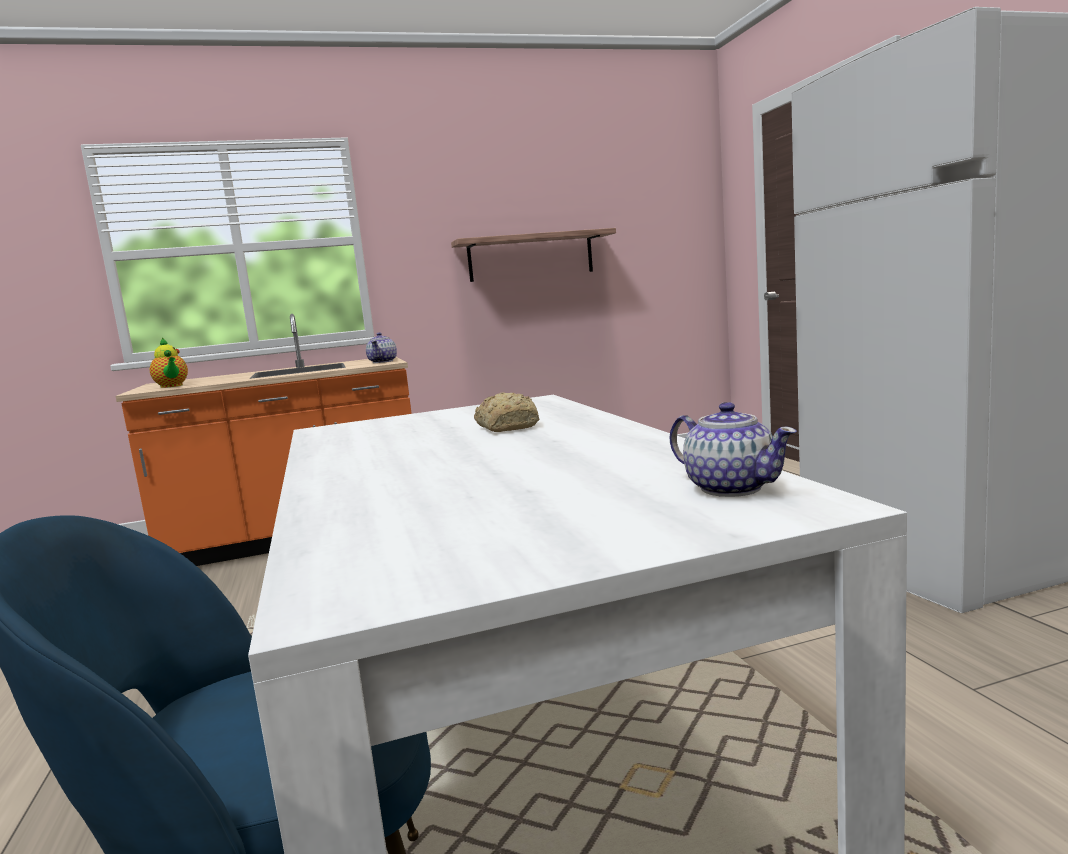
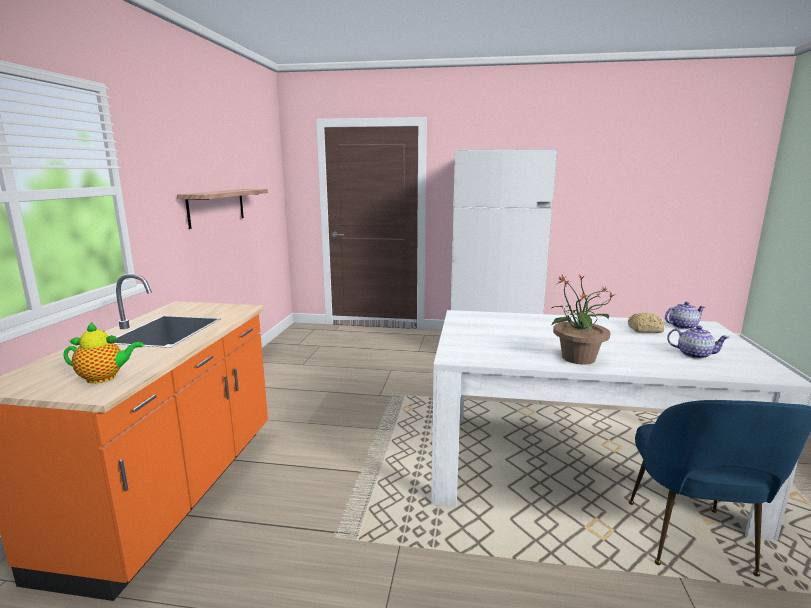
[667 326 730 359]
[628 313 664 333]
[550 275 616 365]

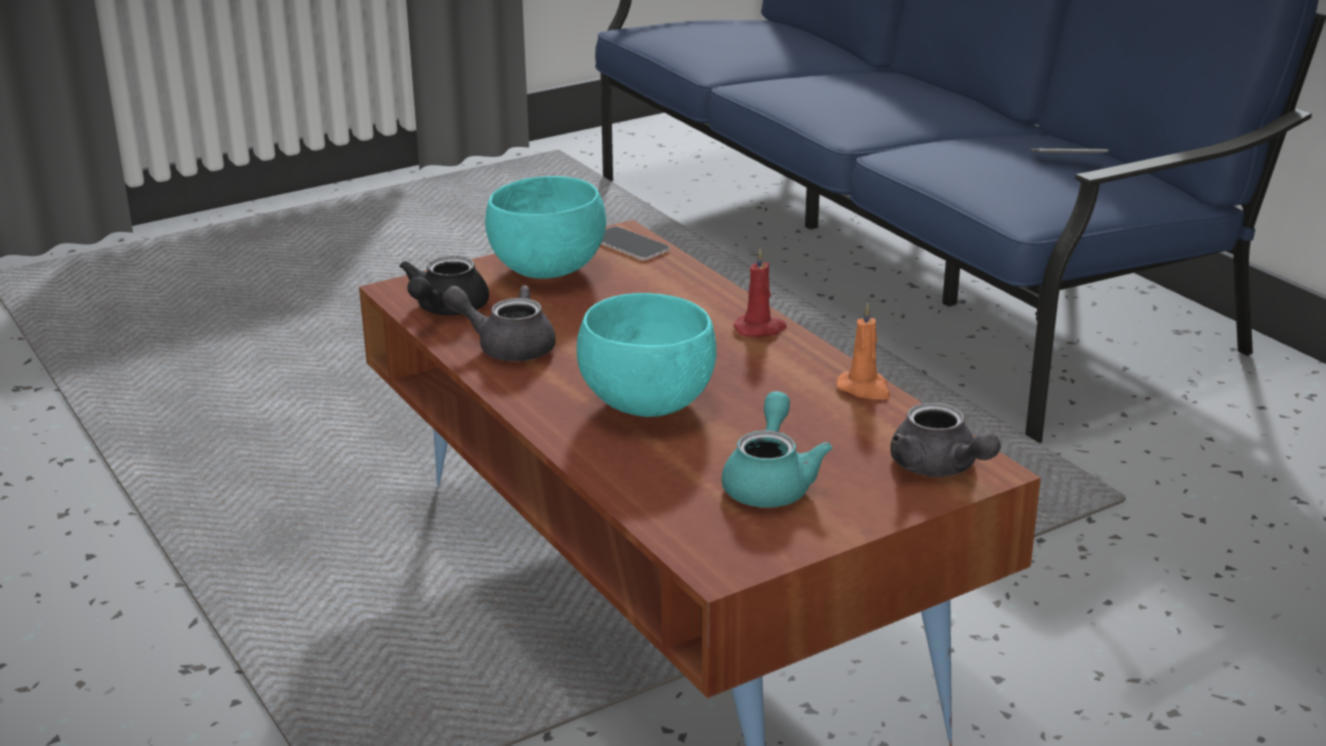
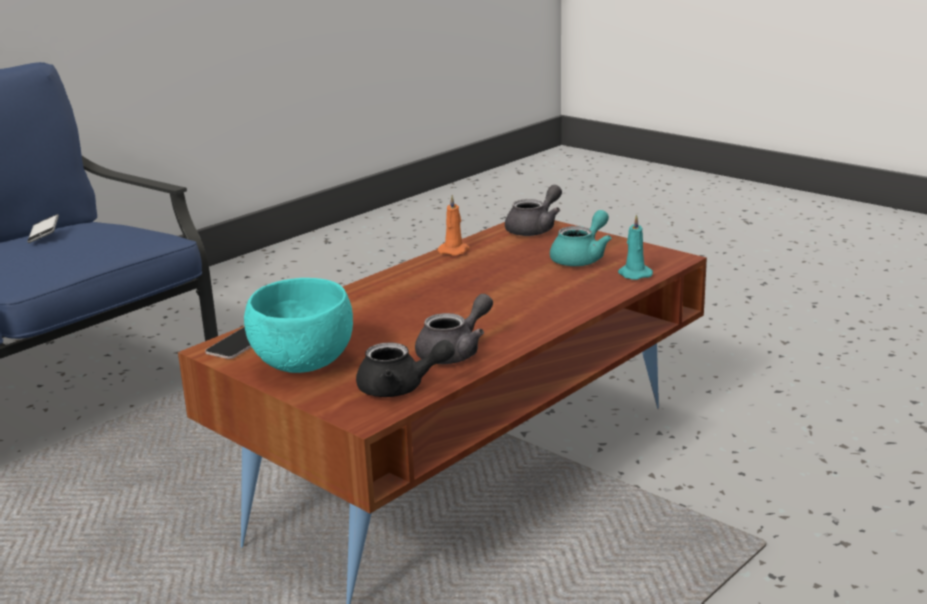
[733 248 787 337] (first image)
[415 294 493 364]
[577 293 716 417] (first image)
[550 210 611 266]
[618 214 653 280]

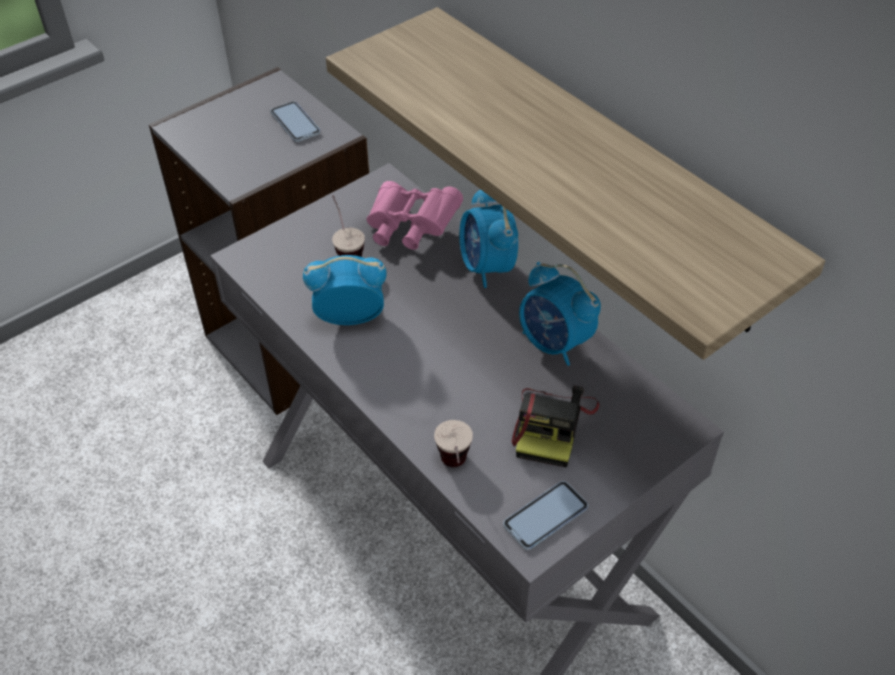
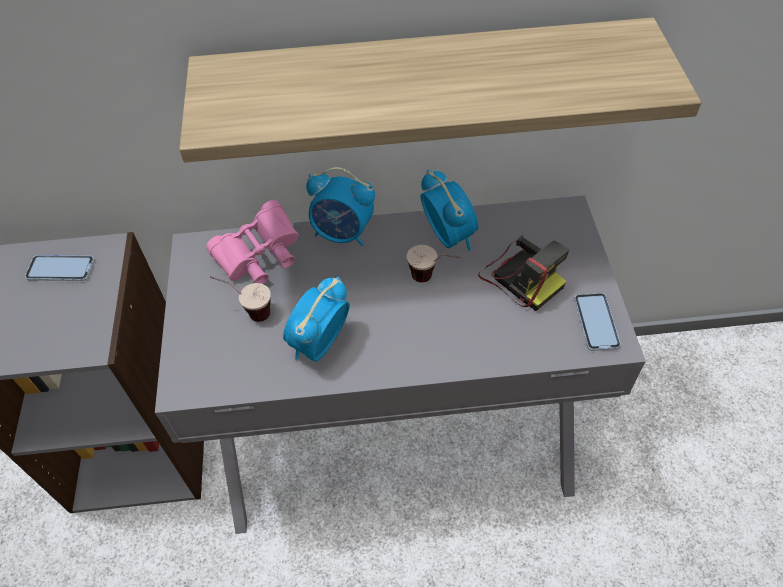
[421 169 478 251]
[407 245 461 283]

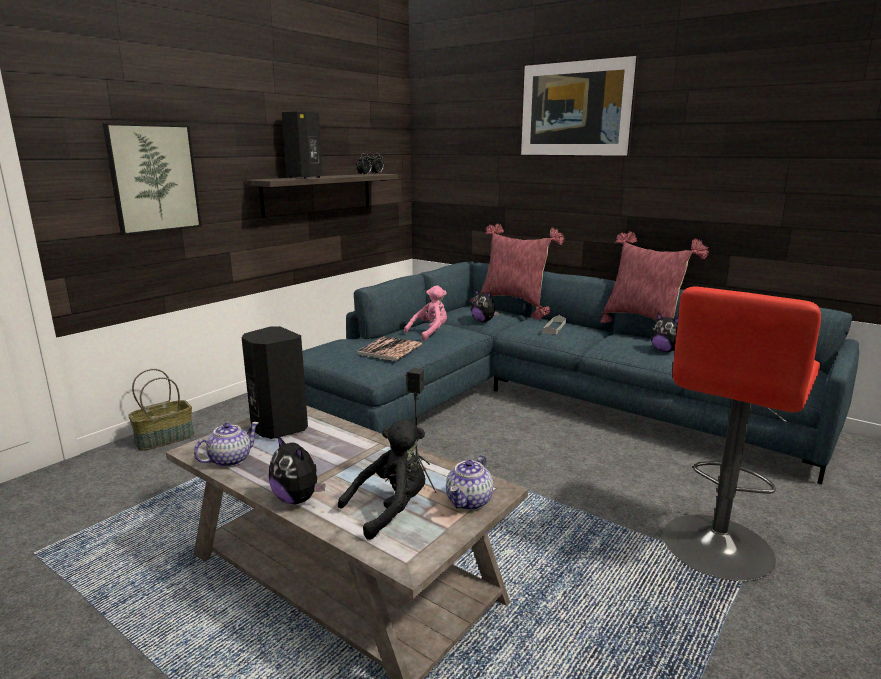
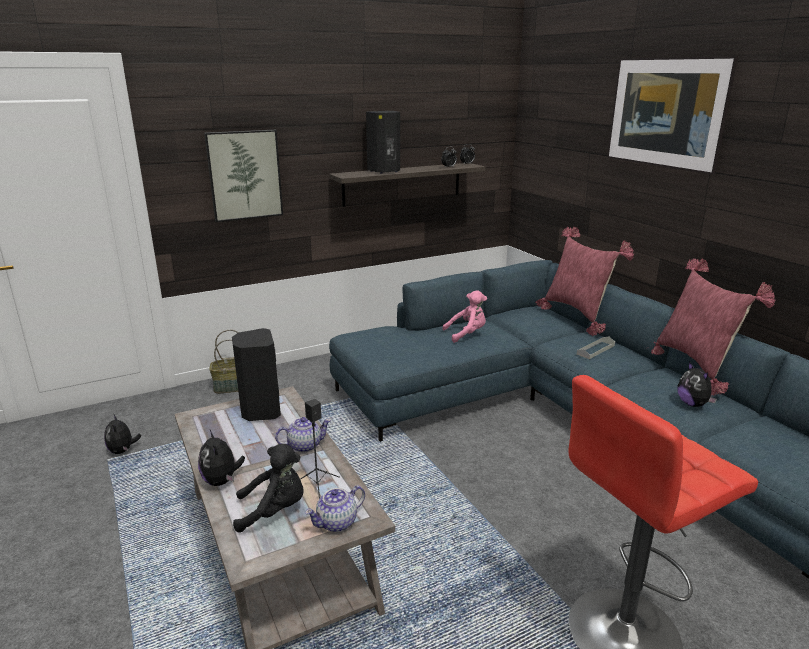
[104 415 141 454]
[357 336 422 361] (first image)
[275 417 331 453]

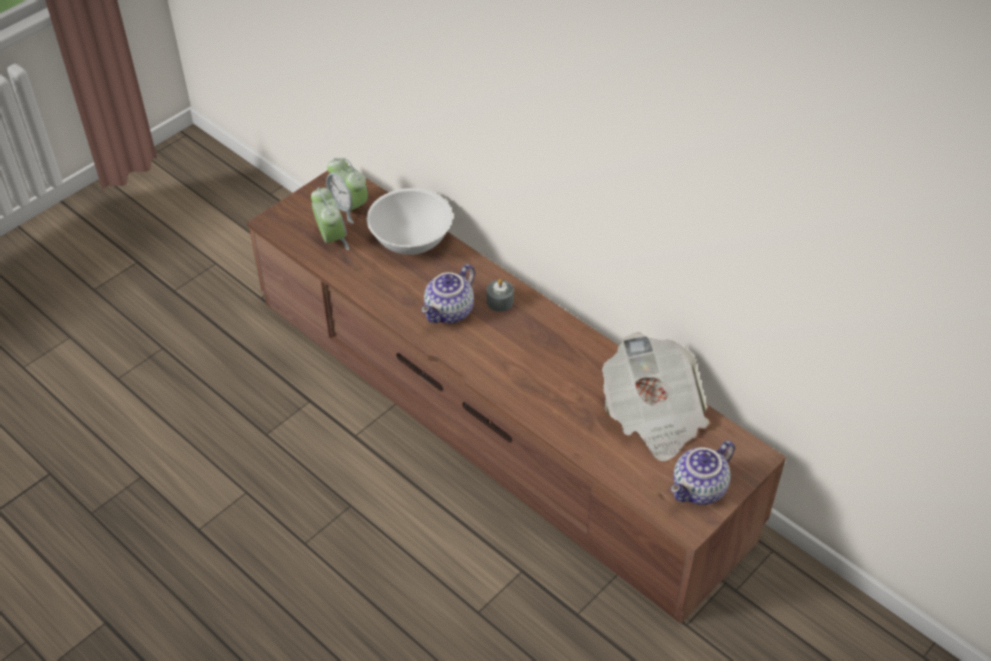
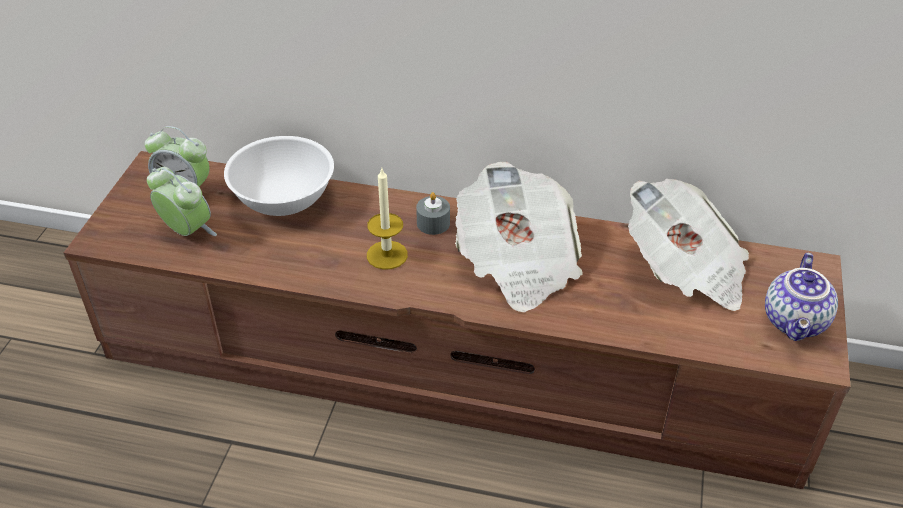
[367 168 408 270]
[455 162 582 313]

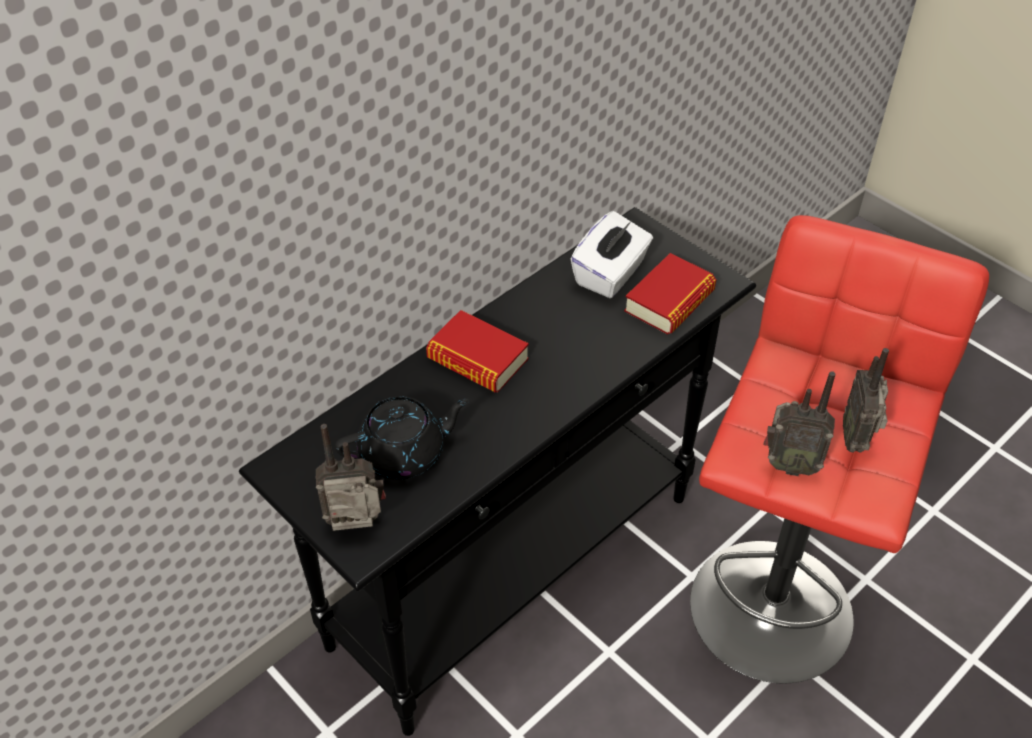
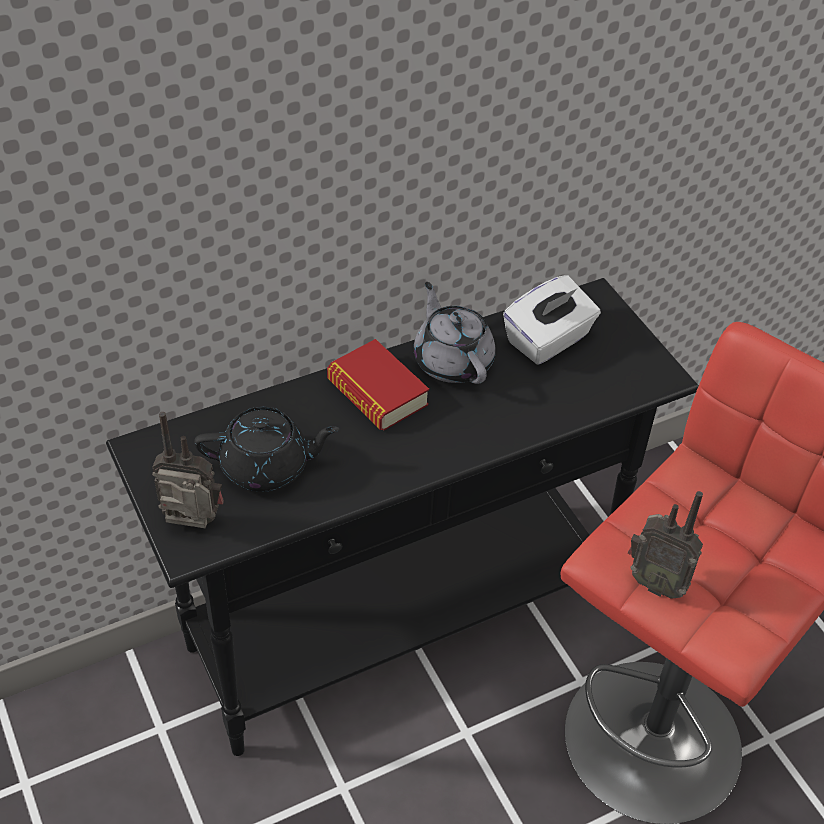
[624 253 717 335] (first image)
[843 348 889 453] (first image)
[414 282 496 384]

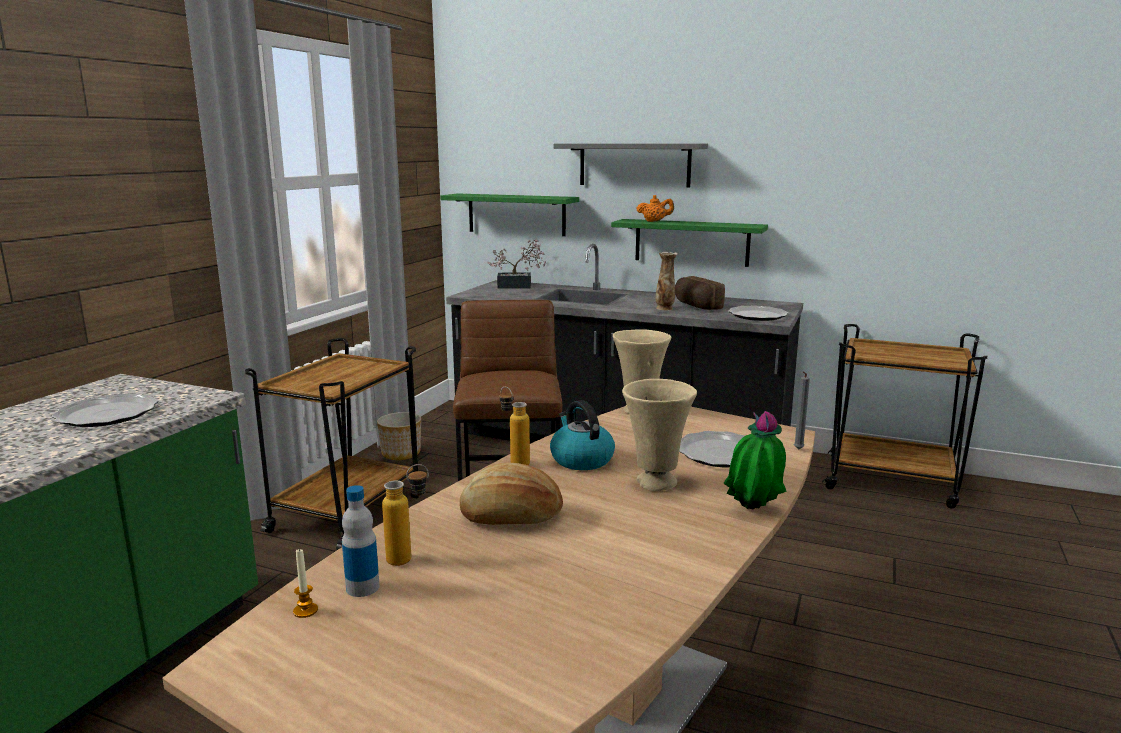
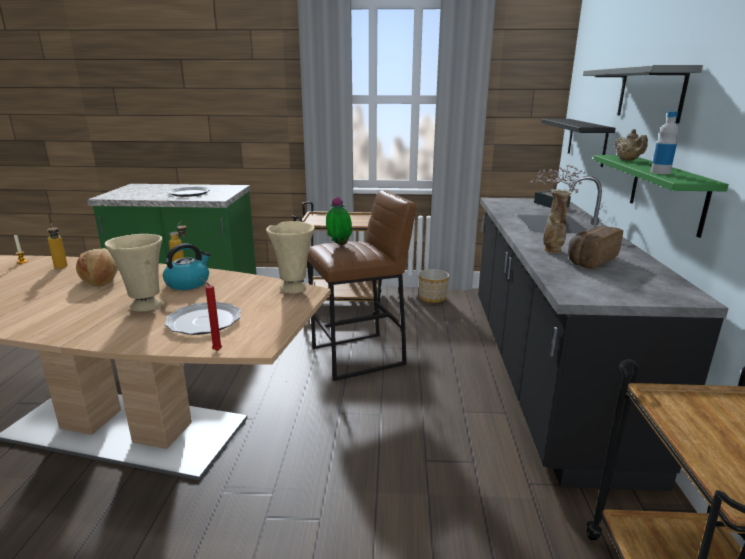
[541 119 616 167]
[614 129 648 160]
[728 305 788 321] (first image)
[201 278 222 351]
[326 196 352 245]
[651 111 678 174]

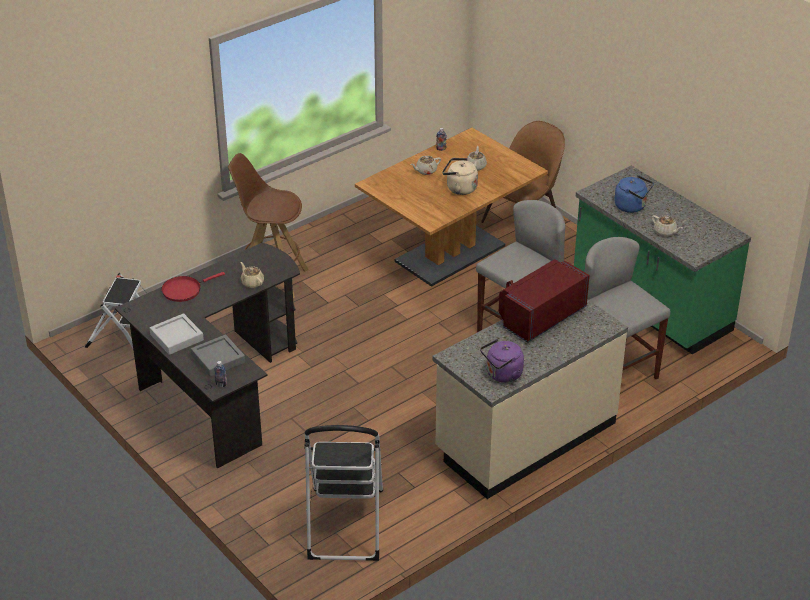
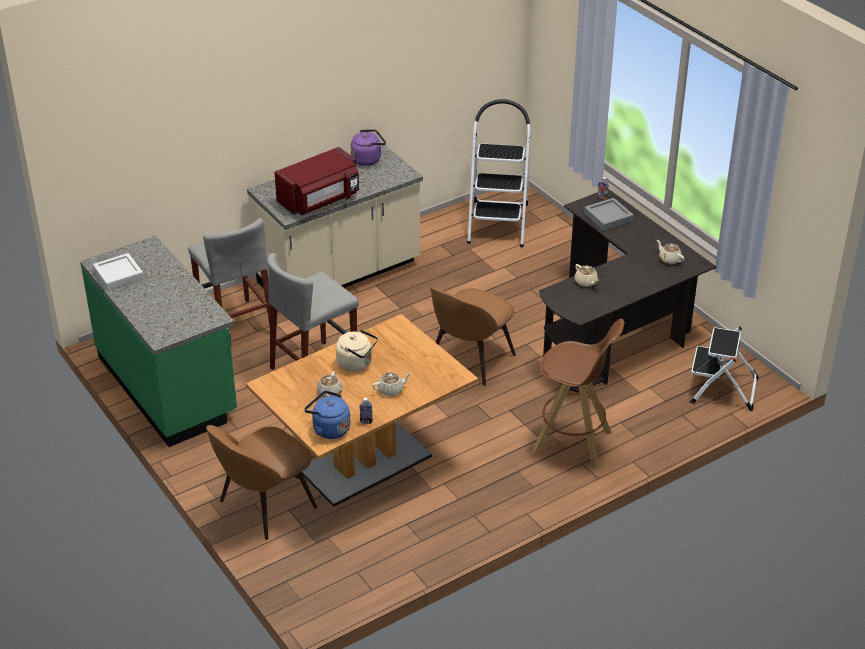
[304 391 350 439]
[657 240 684 264]
[161 272 225 302] (first image)
[93 253 144 291]
[430 287 516 386]

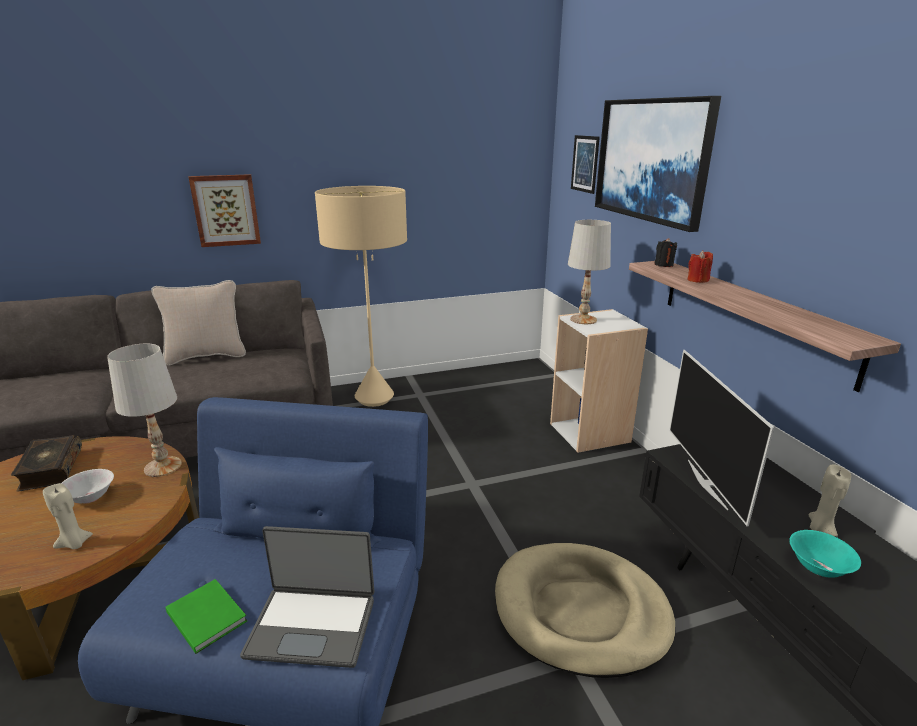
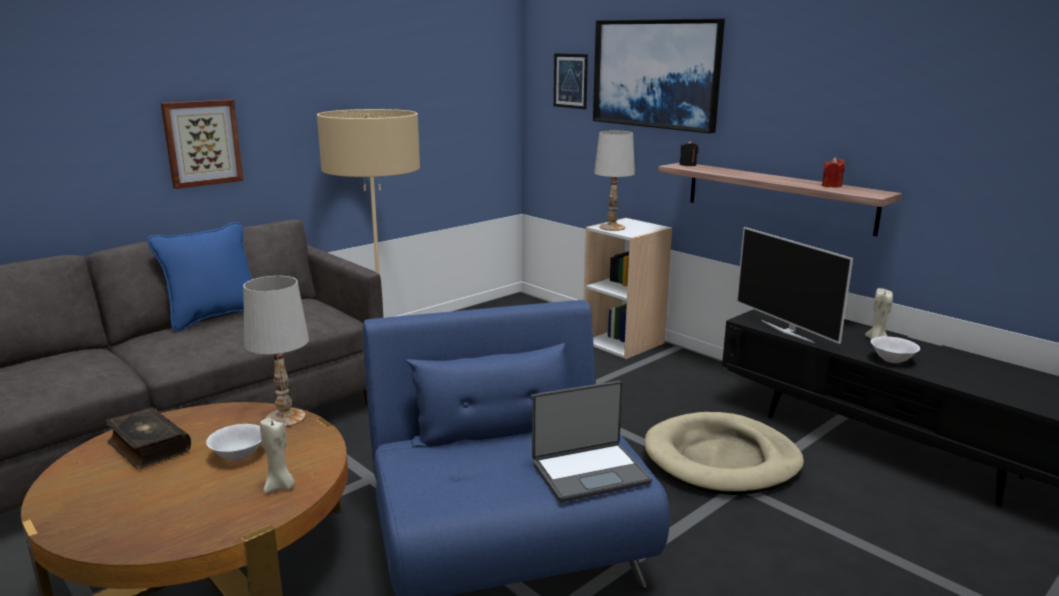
[822 157 845 187]
[147 222 252 332]
[871 336 920 363]
[165 579 247 654] (first image)

